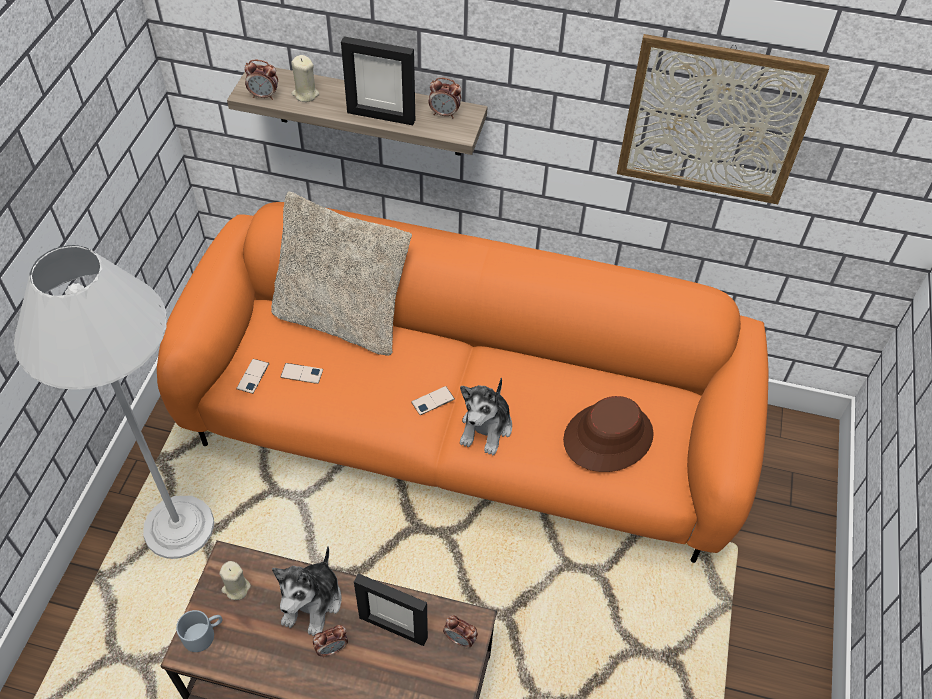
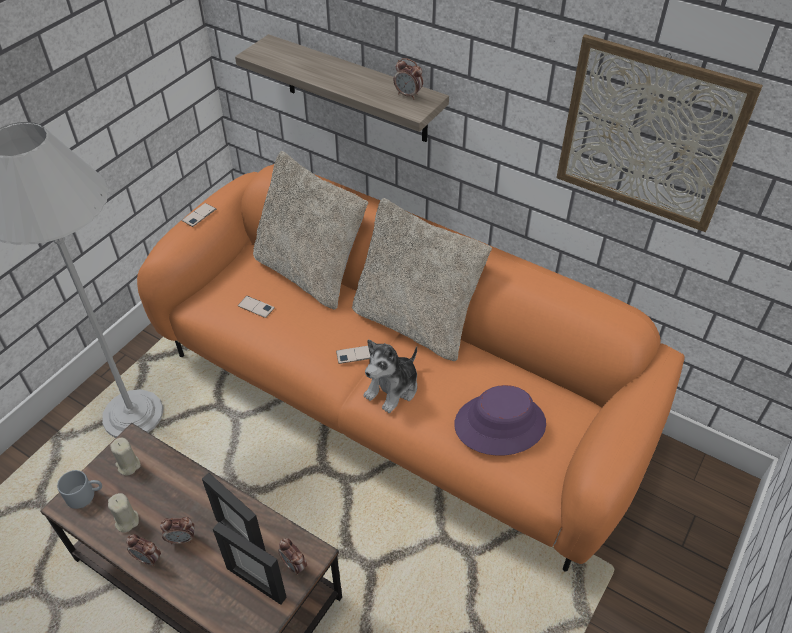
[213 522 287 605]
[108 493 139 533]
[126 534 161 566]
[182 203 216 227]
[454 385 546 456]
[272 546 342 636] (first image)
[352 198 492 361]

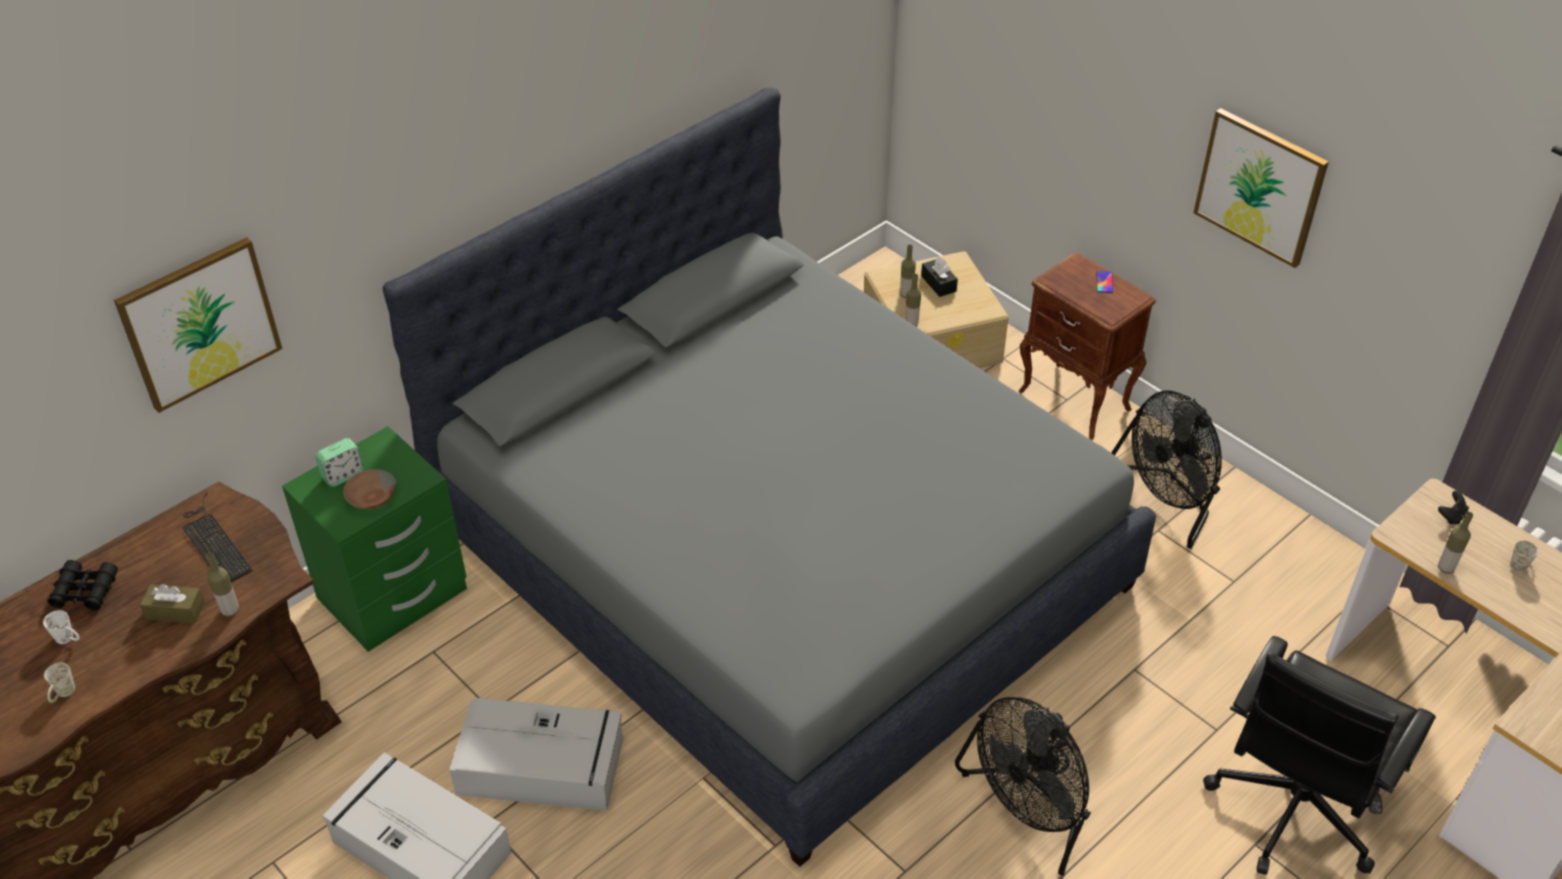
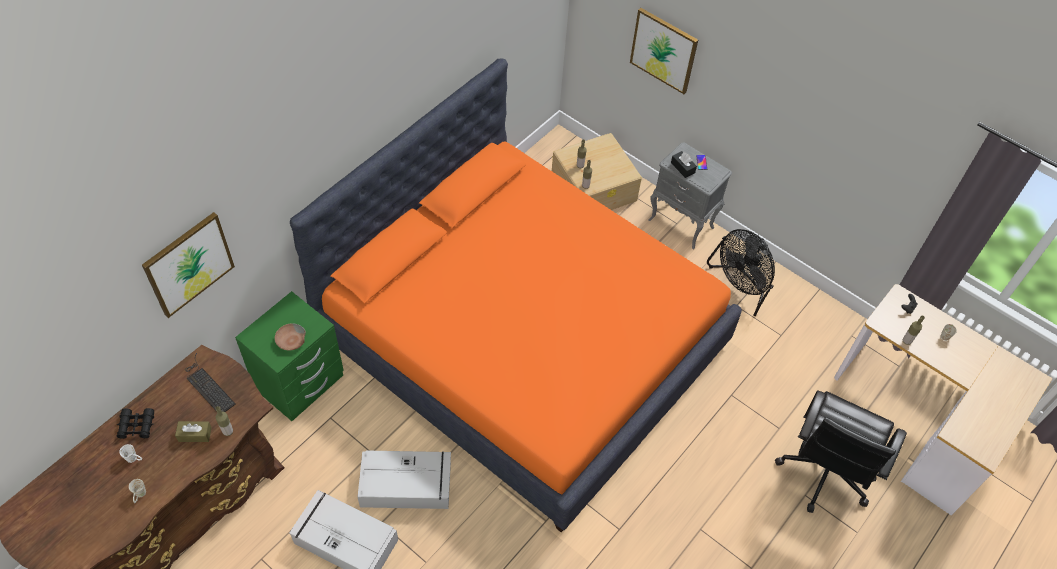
[290 58 742 532]
[630 8 698 94]
[649 142 732 250]
[671 151 697 178]
[315 438 364 487] (first image)
[955 697 1091 876] (first image)

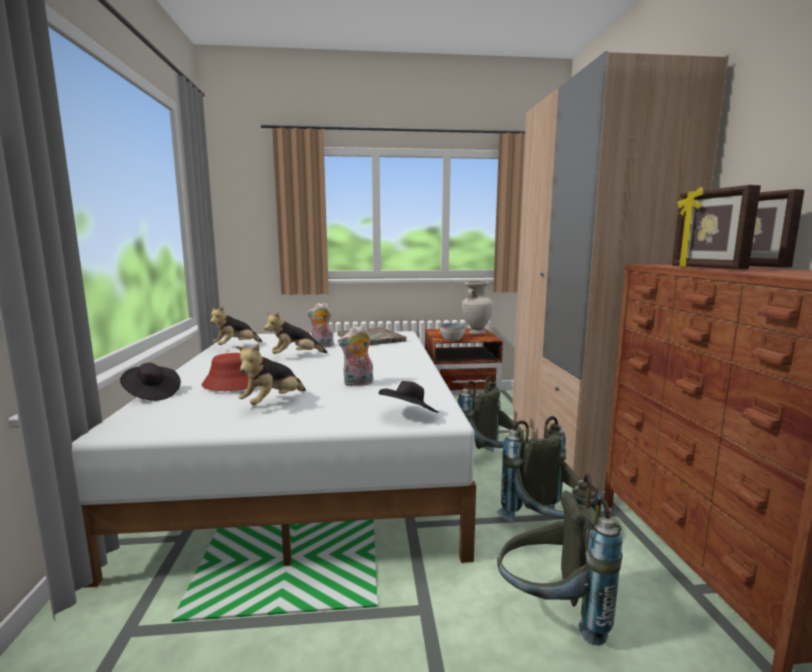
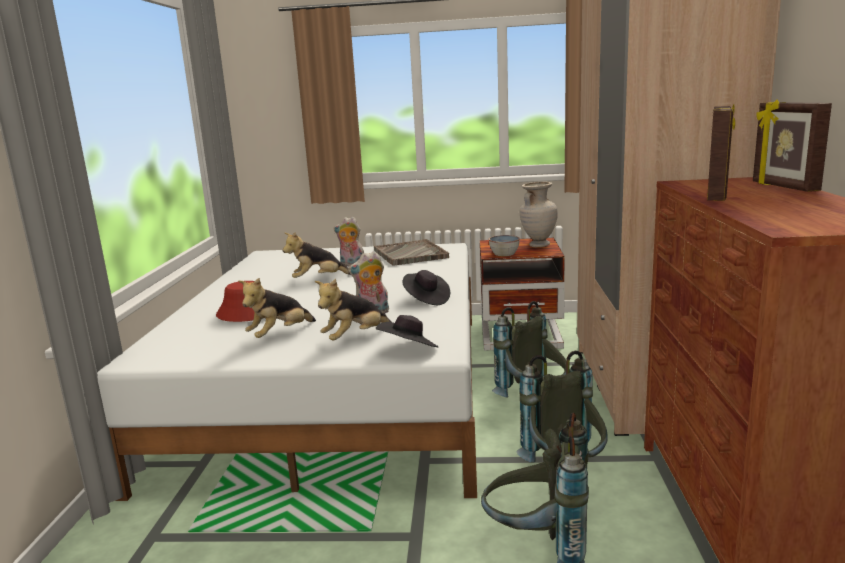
[707 104 735 201]
[315 279 391 341]
[402 270 450 305]

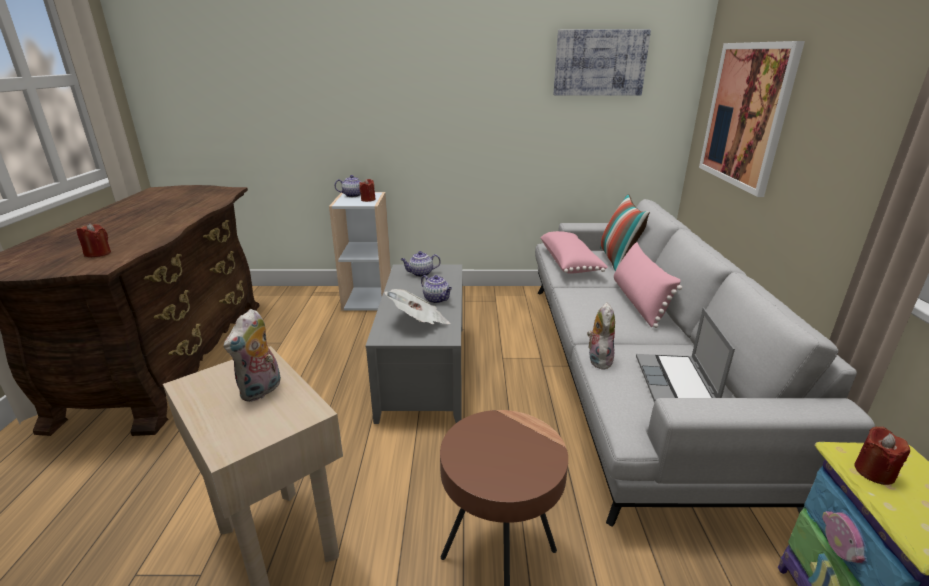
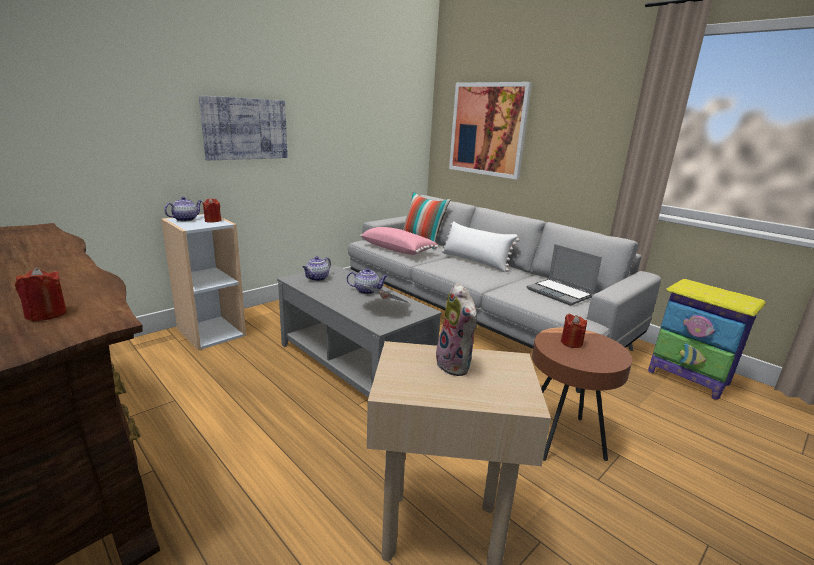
[199 95 288 160]
[442 221 519 272]
[587 302 615 369] (first image)
[561 314 587 348]

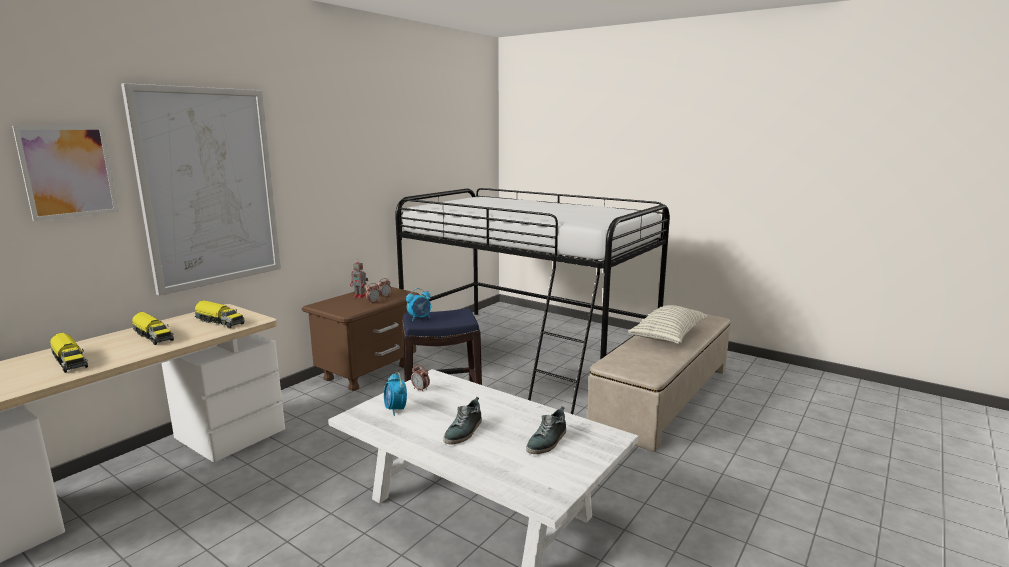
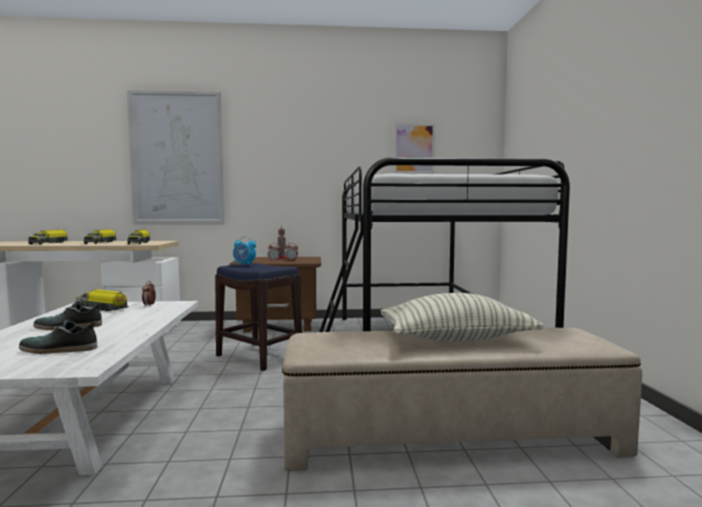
[394 123 435 173]
[75 289 129 311]

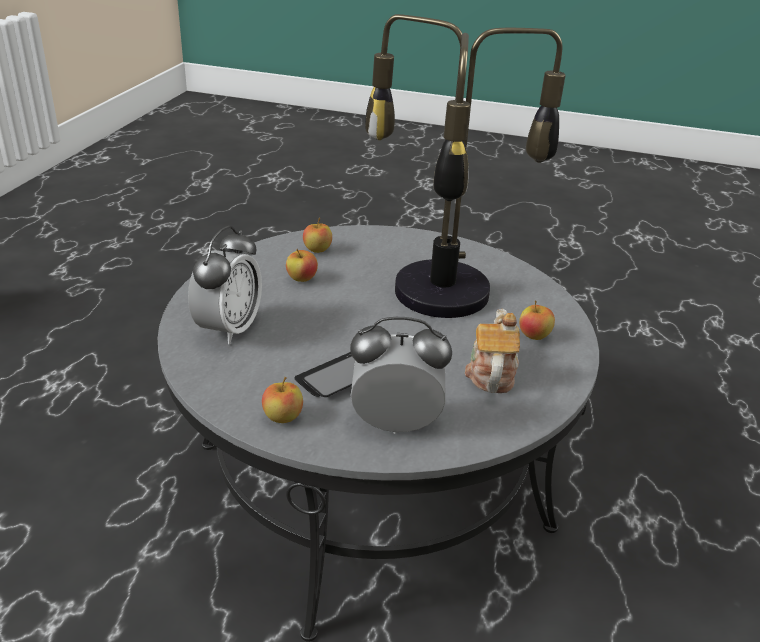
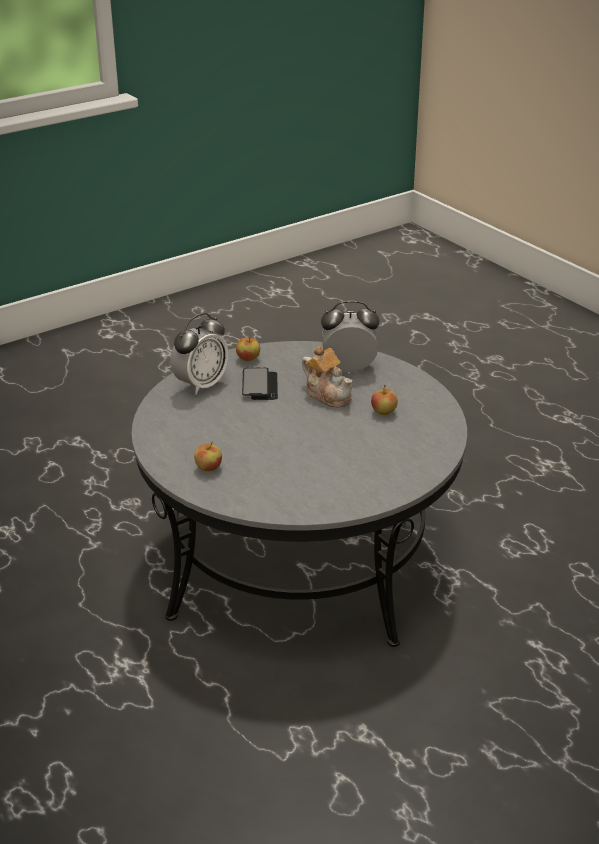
[365 14 566 318] (first image)
[303 218 332 253] (first image)
[321 301 380 373]
[302 346 353 408]

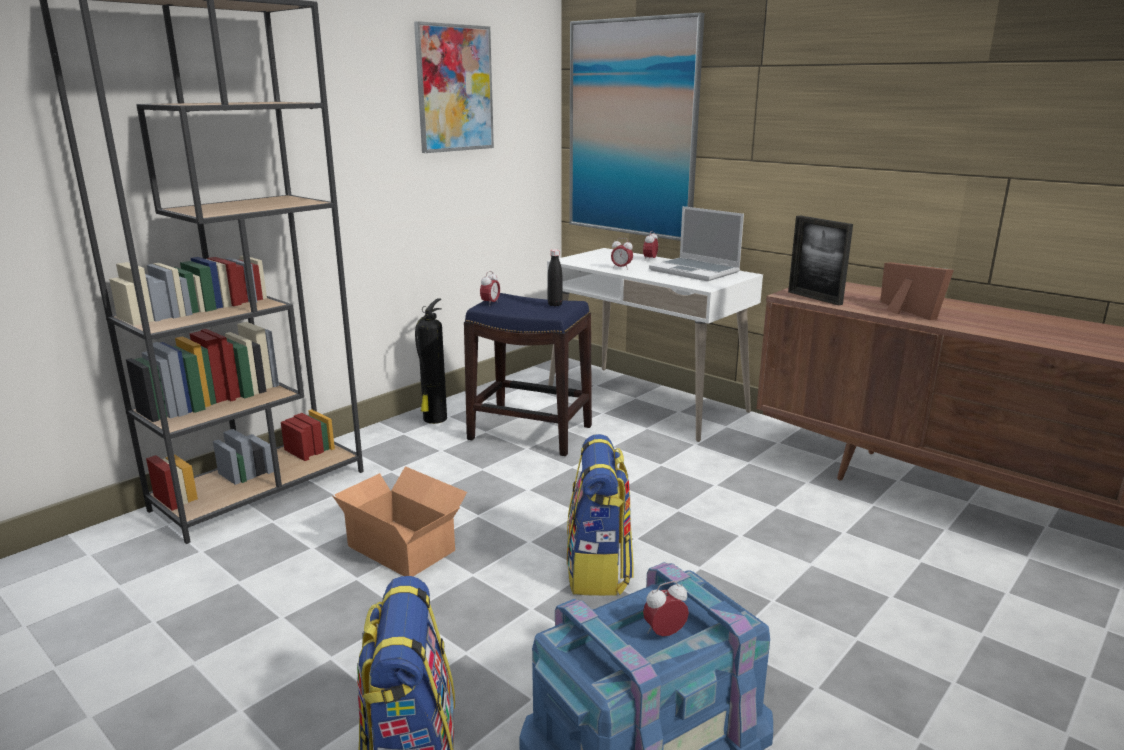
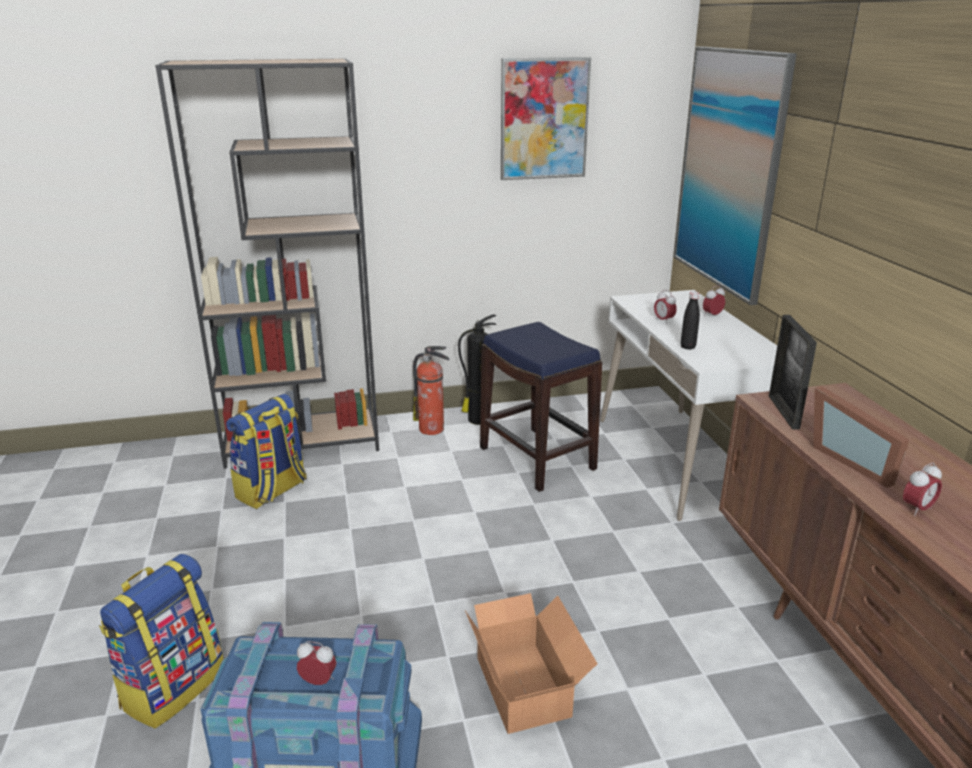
[649 206 744 281] (first image)
[681 291 700 350]
[813 386 909 488]
[903 463 942 516]
[226 394 307 509]
[465 593 598 734]
[413 346 449 435]

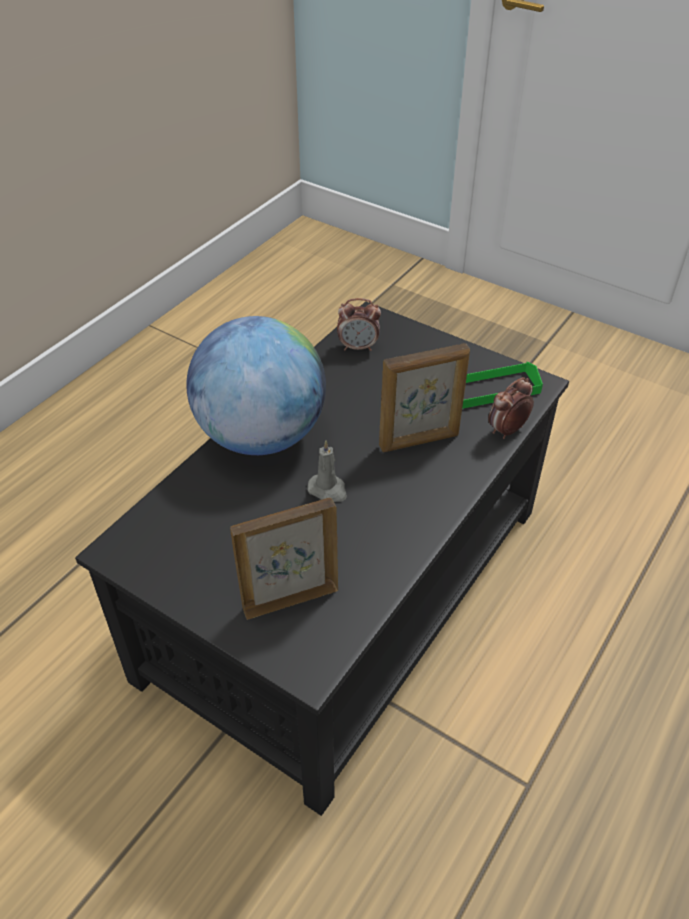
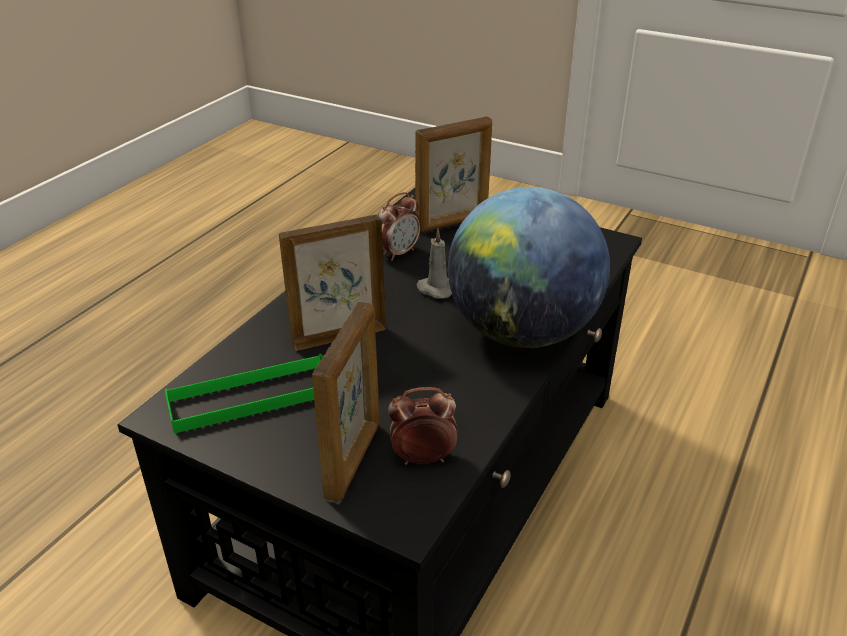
[378 192 421 261]
[312 302 380 502]

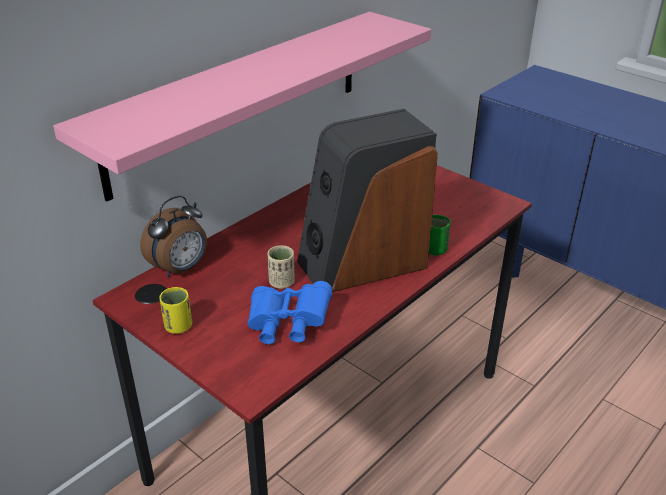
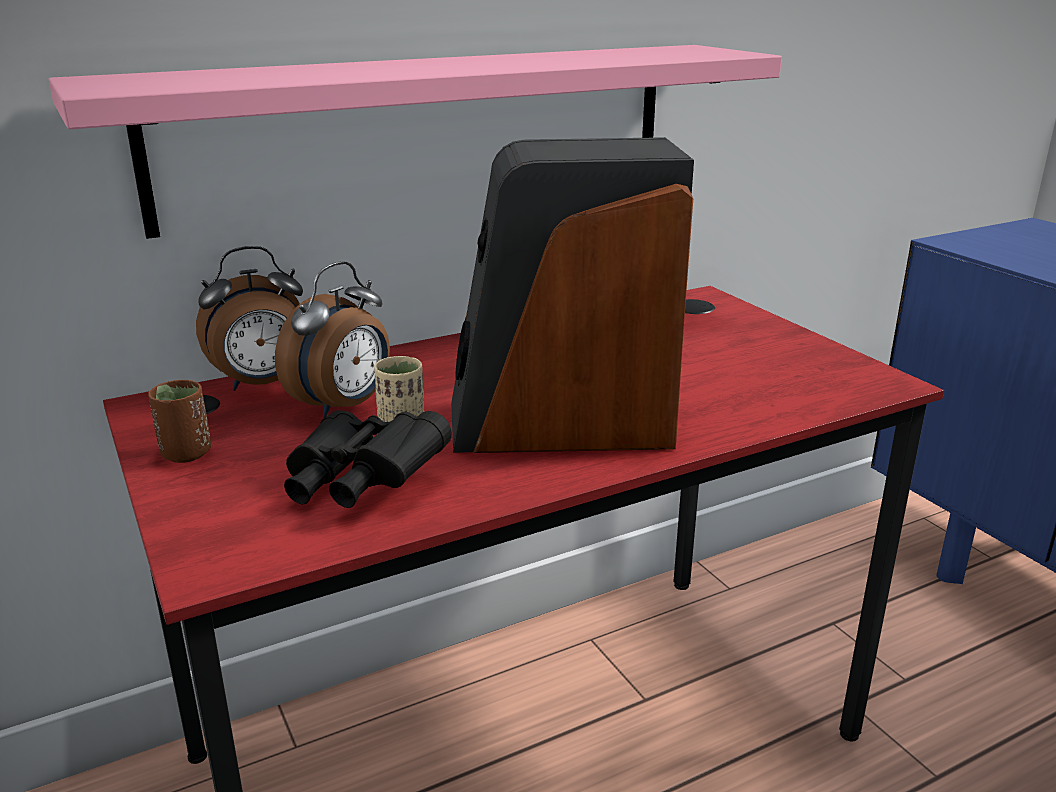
[429 215 451 256] (first image)
[284 410 452 508]
[148 380 211 463]
[275 261 390 418]

